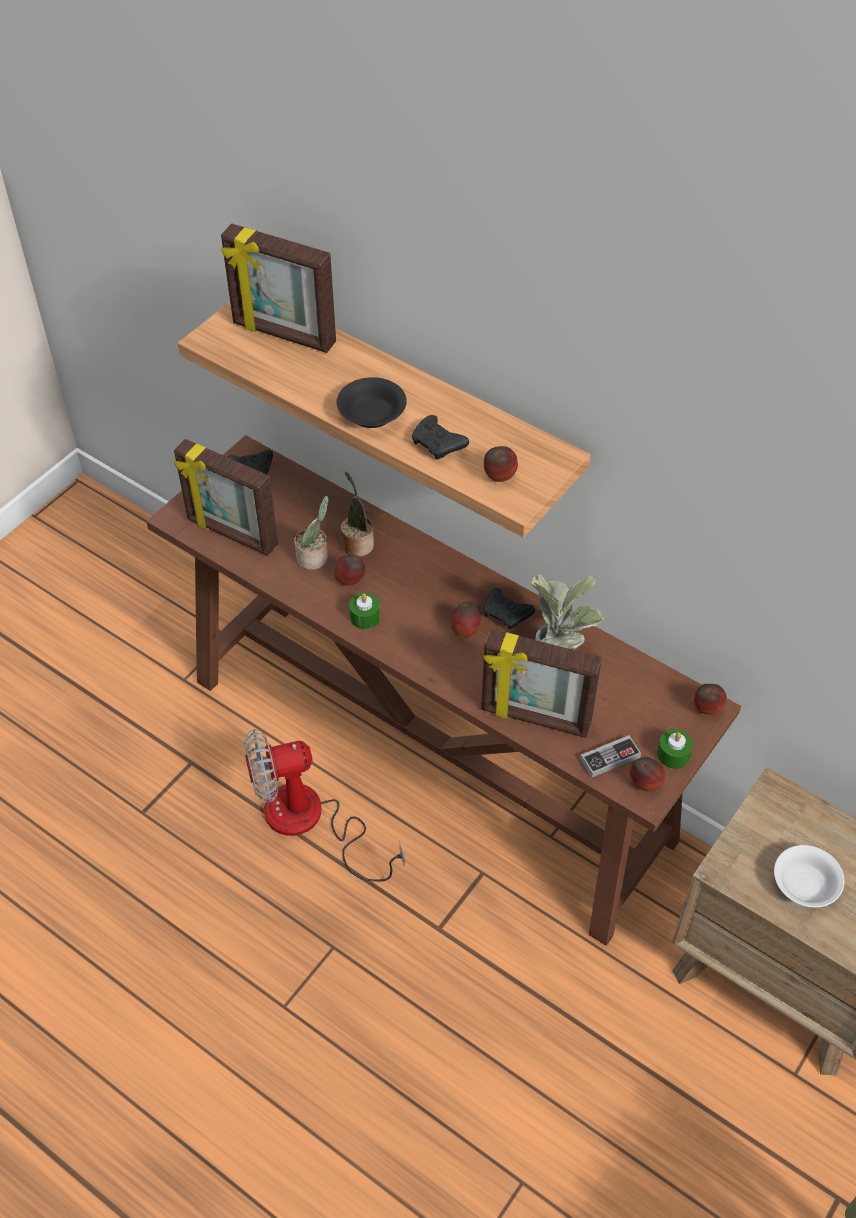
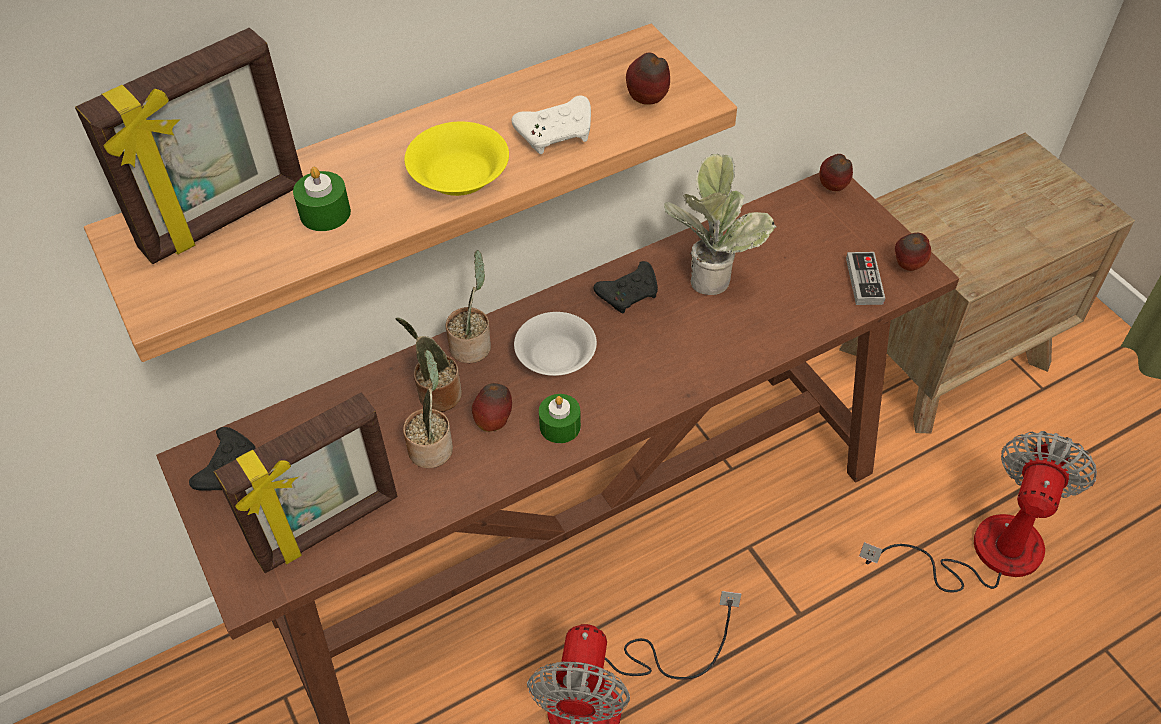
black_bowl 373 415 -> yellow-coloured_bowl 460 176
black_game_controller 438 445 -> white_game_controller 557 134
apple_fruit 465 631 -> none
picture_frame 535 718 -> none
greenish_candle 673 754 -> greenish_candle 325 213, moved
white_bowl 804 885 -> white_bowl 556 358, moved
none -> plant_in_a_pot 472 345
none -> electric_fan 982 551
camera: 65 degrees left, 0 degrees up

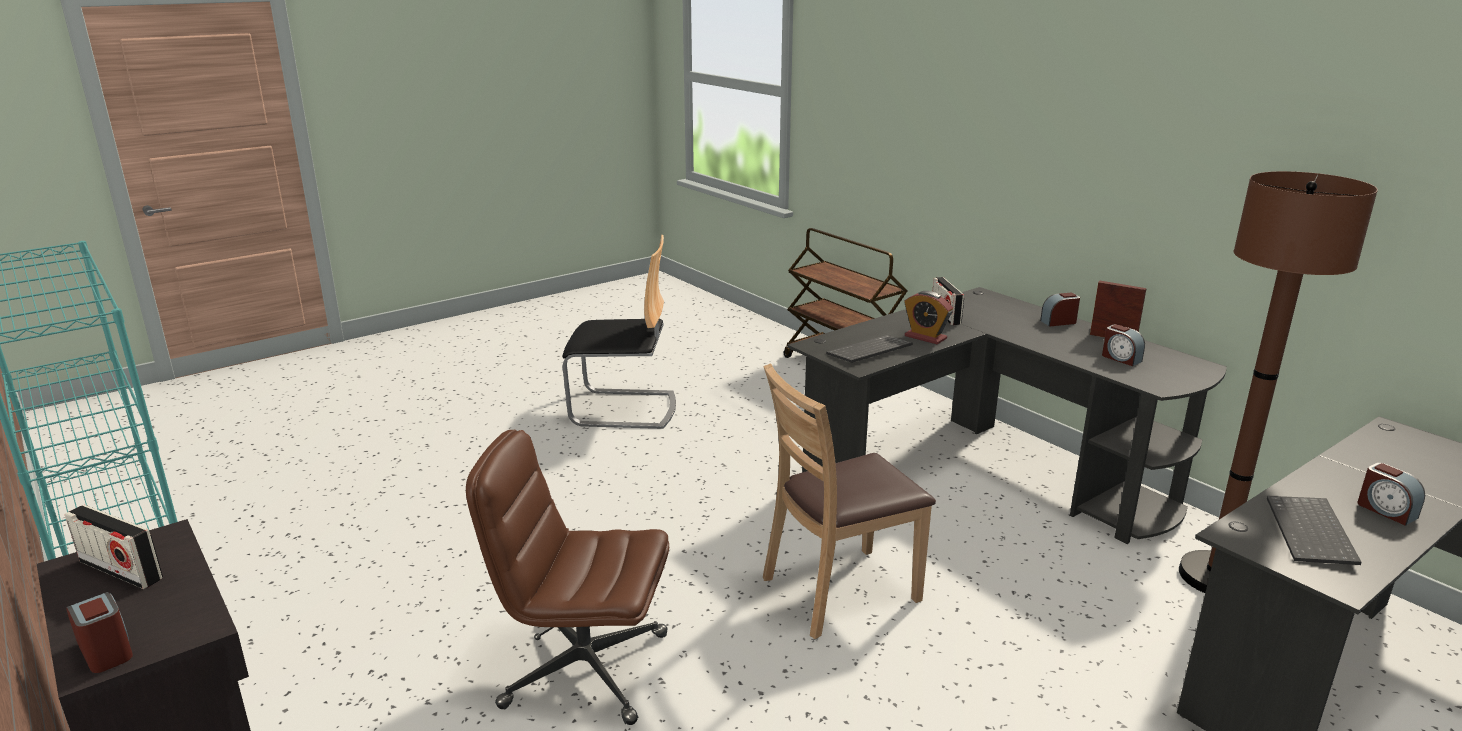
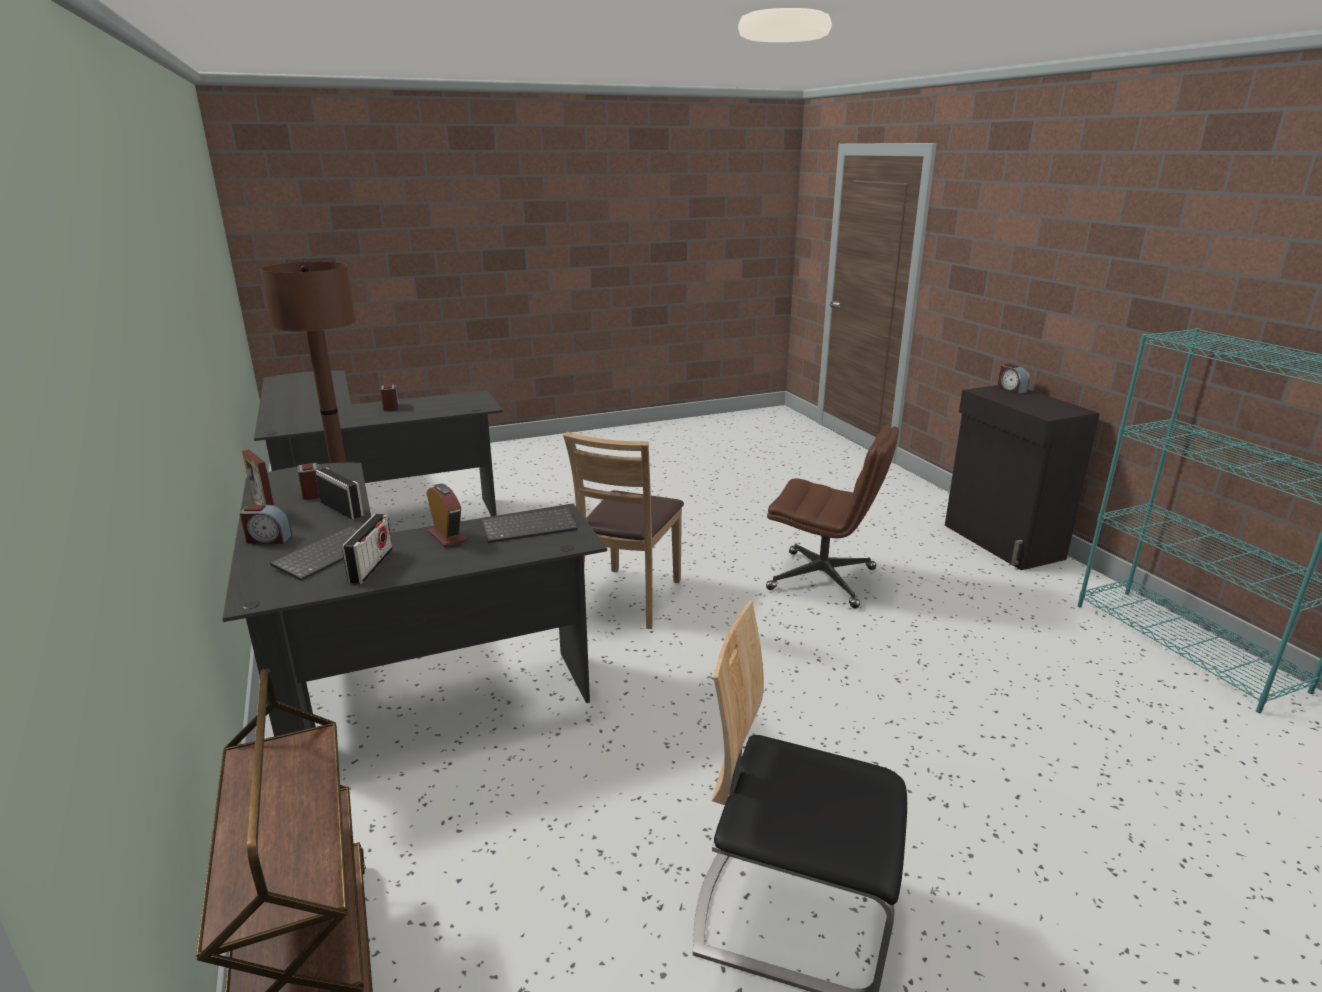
brown_plain_chair 839 591 -> brown_plain_chair 628 598, 120 degrees clockwise
computer_keyboard 1313 533 -> computer_keyboard 327 554, moved
radio_set 121 570 -> radio_set 342 509, moved
camera: 165 degrees left, 0 degrees up

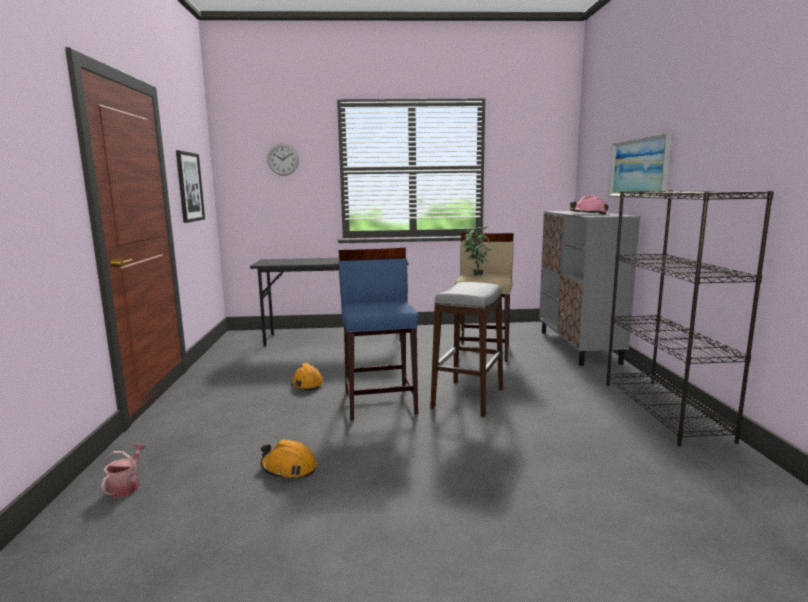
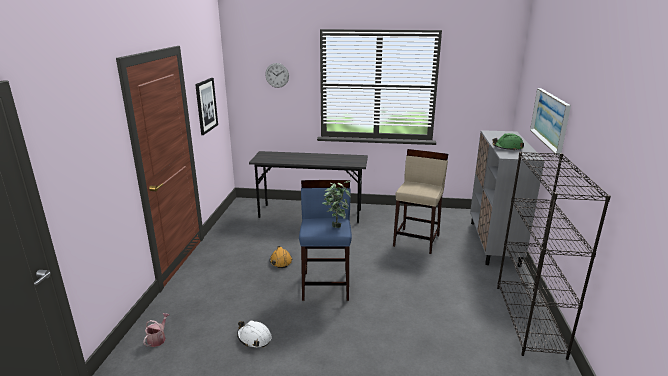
pinkish_work_helmet 588 214 -> greenish_work_helmet 507 148
plant_in_a_pot 476 275 -> plant_in_a_pot 336 224, moved
greyish_stool_seat 468 398 -> none
orange_work_helmet 289 468 -> white_work_helmet 254 338
camera: 10 degrees right, 10 degrees up

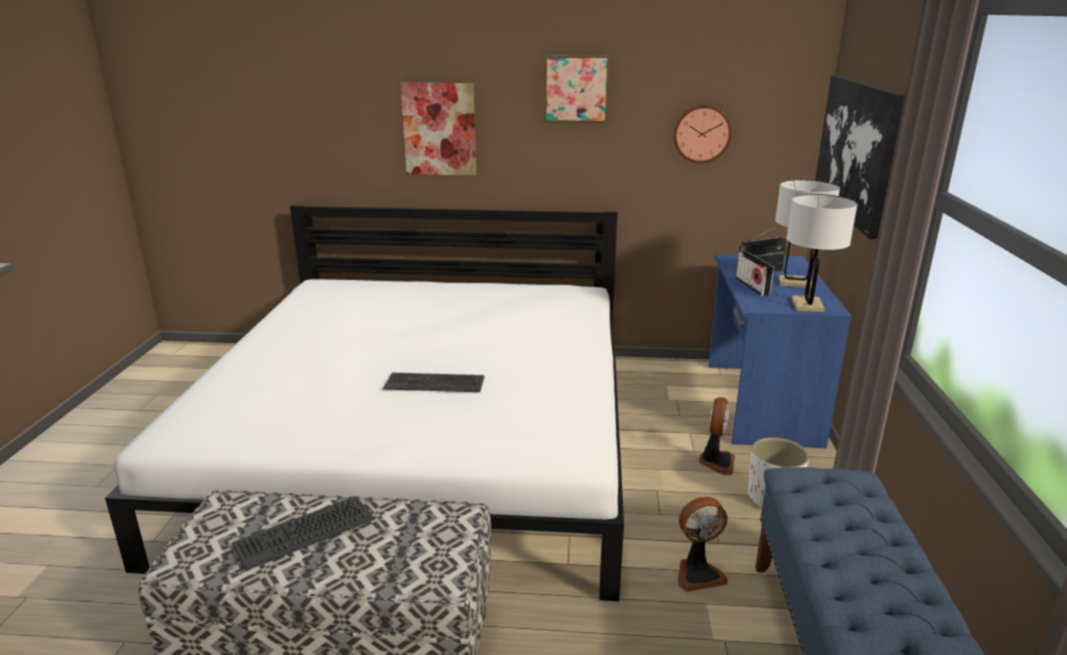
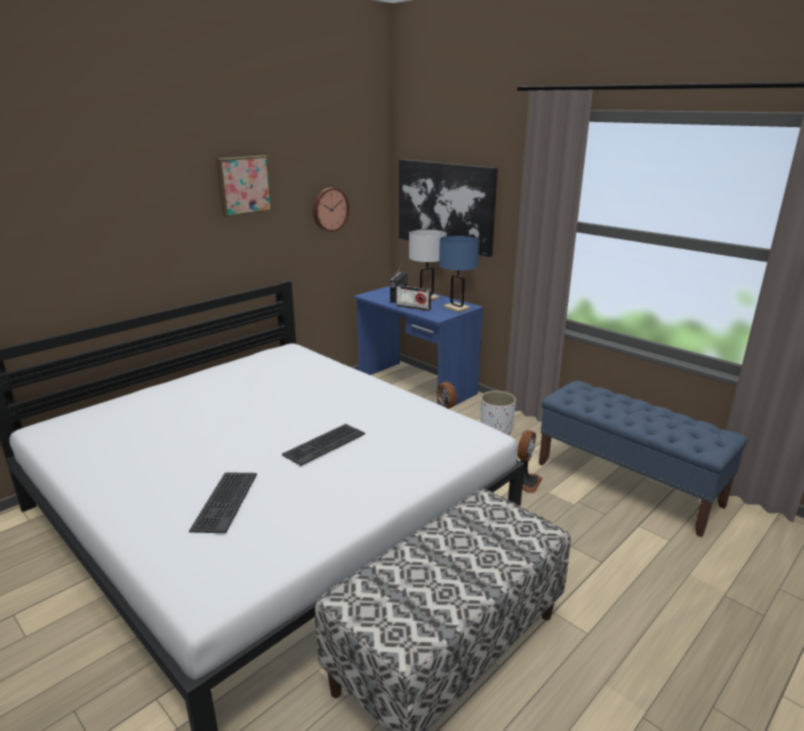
wall_picture 439 129 -> none
white_tabletop_lamp 807 305 -> blue-coloured_tabletop_lamp 456 308
computer_keyboard 304 531 -> computer_keyboard 224 502, moved
camera: 50 degrees left, 0 degrees up

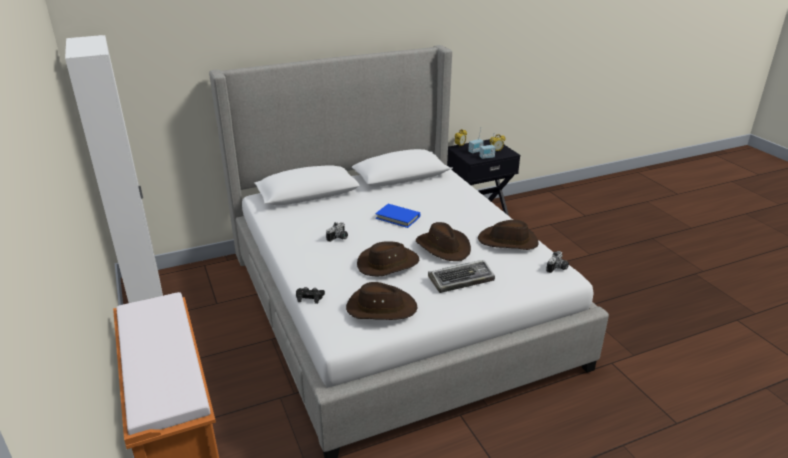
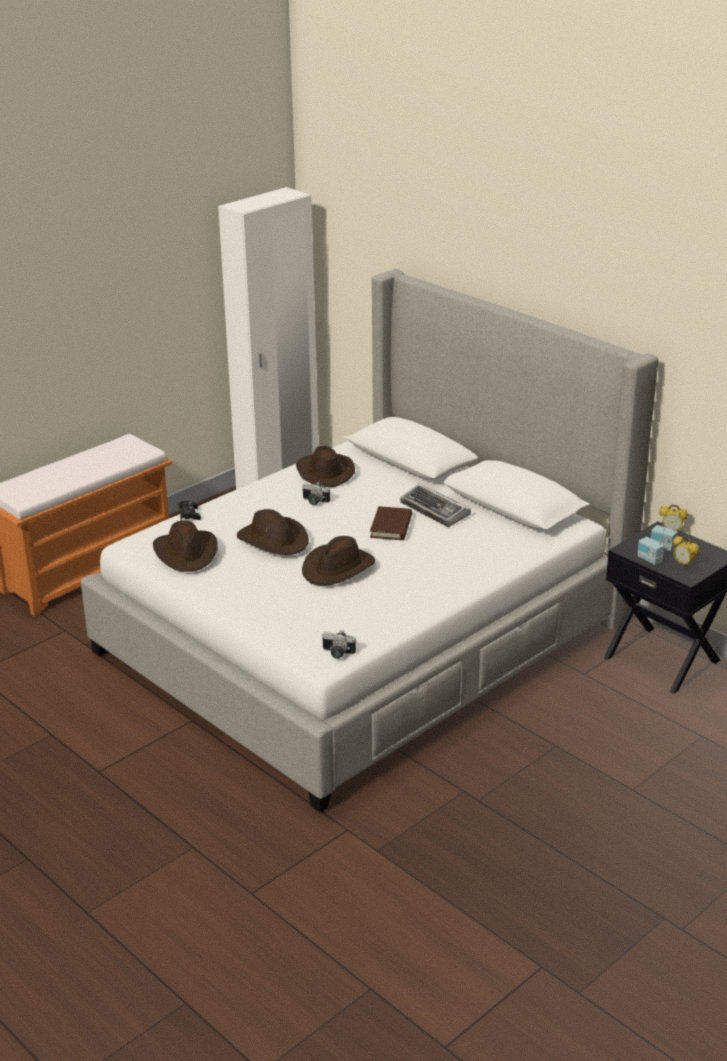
blue-coloured_volume 398 217 -> brown_volume 391 526
brown_hat 508 241 -> brown_hat 324 472, moved
computer_keyboard 461 279 -> computer_keyboard 436 510, moved
camera: 70 degrees right, 0 degrees up

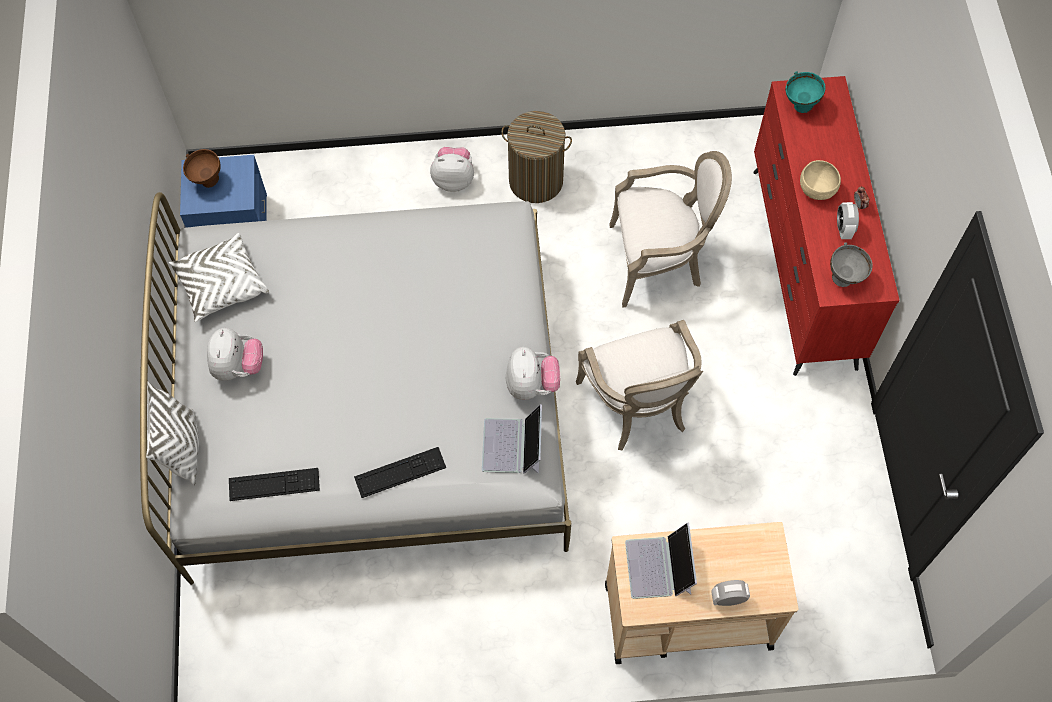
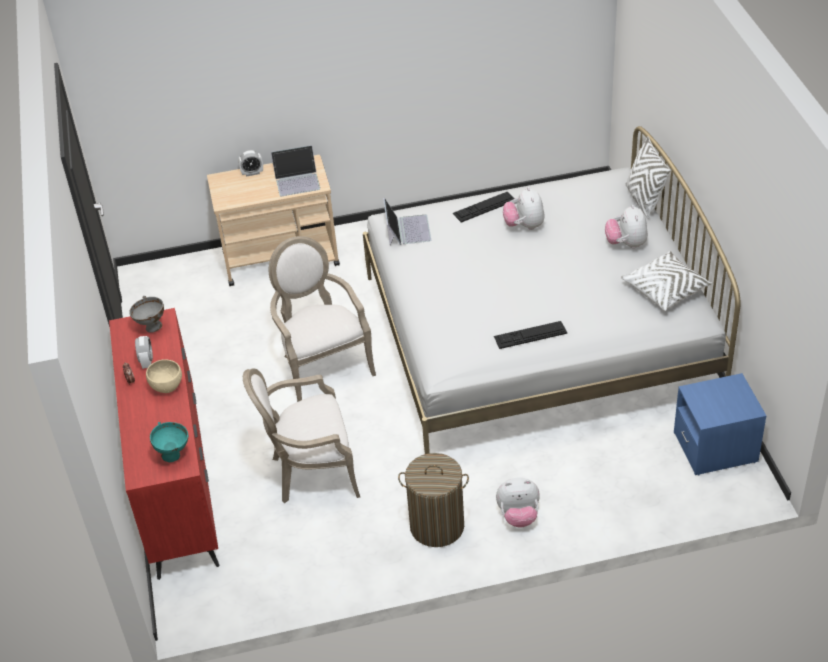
brown_bowl 208 181 -> none
cuddly_toy 531 385 -> cuddly_toy 524 226, moved
computer_keyboard 274 484 -> computer_keyboard 530 335, moved
portable_computer 659 567 -> portable_computer 297 180, 90 degrees clockwise
camera: 175 degrees right, 20 degrees down

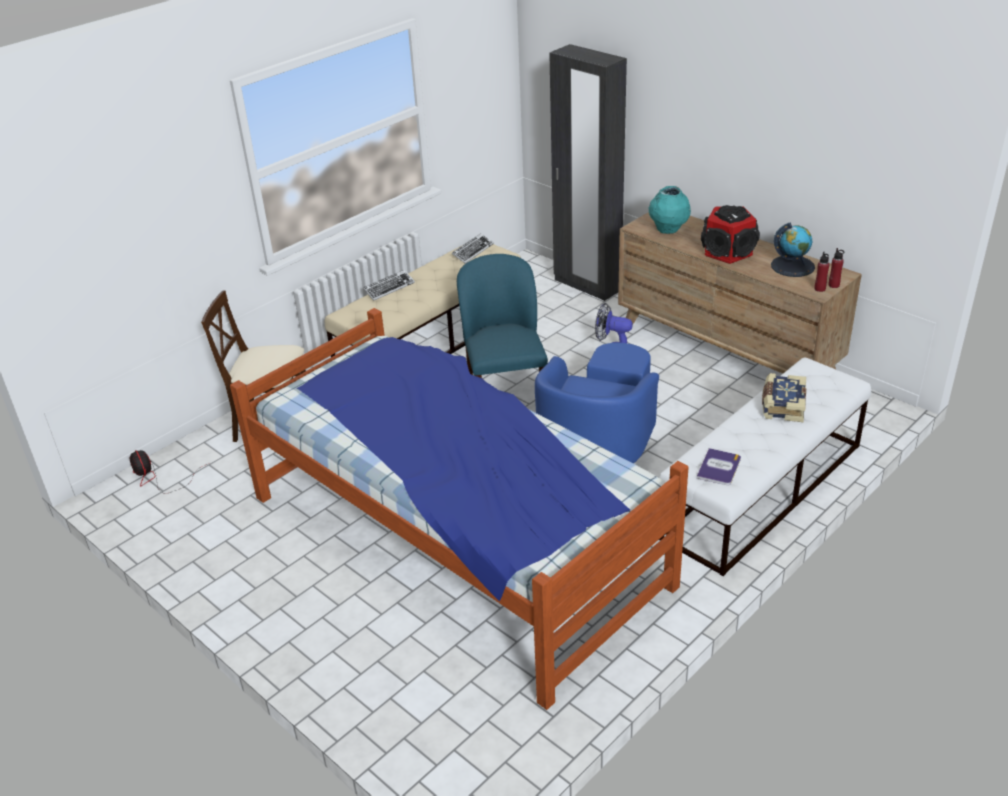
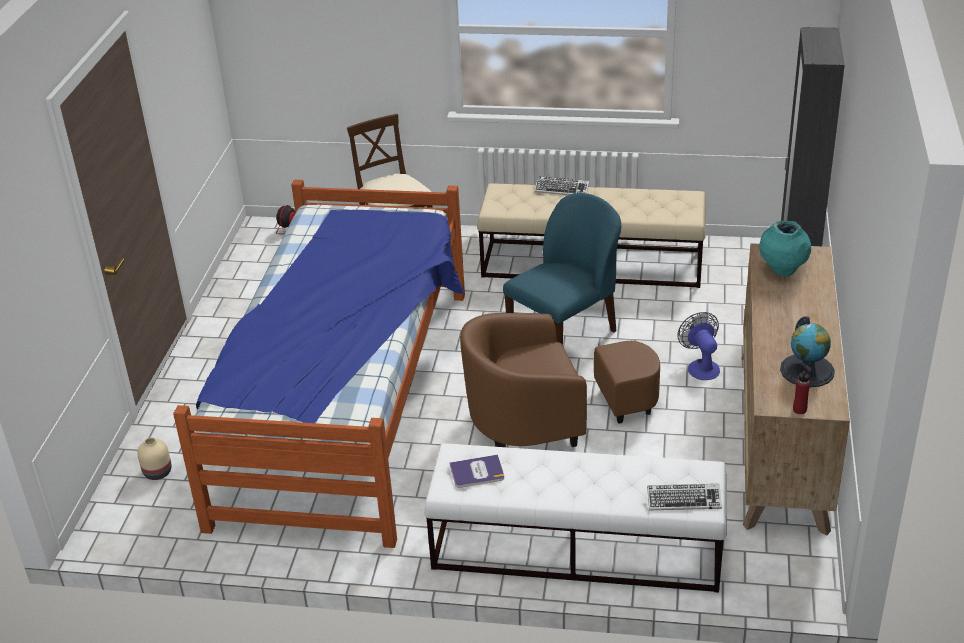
audio_speaker 728 252 -> none
computer_keyboard 472 251 -> computer_keyboard 684 500, moved
reddish_bottle 820 289 -> none
blue-coloured_armchair 599 440 -> brown_armchair 549 419
volume 782 405 -> none
none -> beige_decorative_vase 157 472
camera: 55 degrees right, 0 degrees up

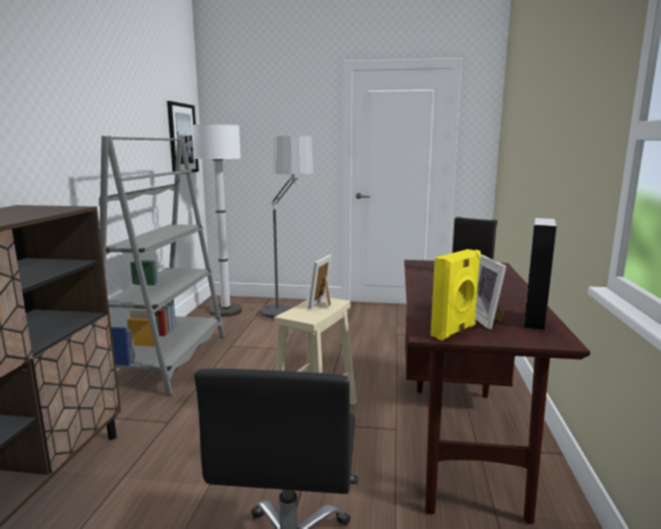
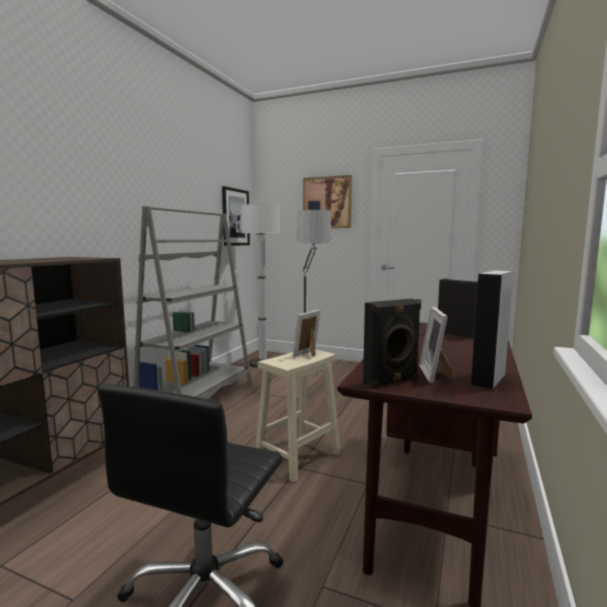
yellow-coloured_audio_speaker 454 331 -> black_audio_speaker 392 381
none -> wall_picture 327 202
camera: 15 degrees right, 5 degrees down

